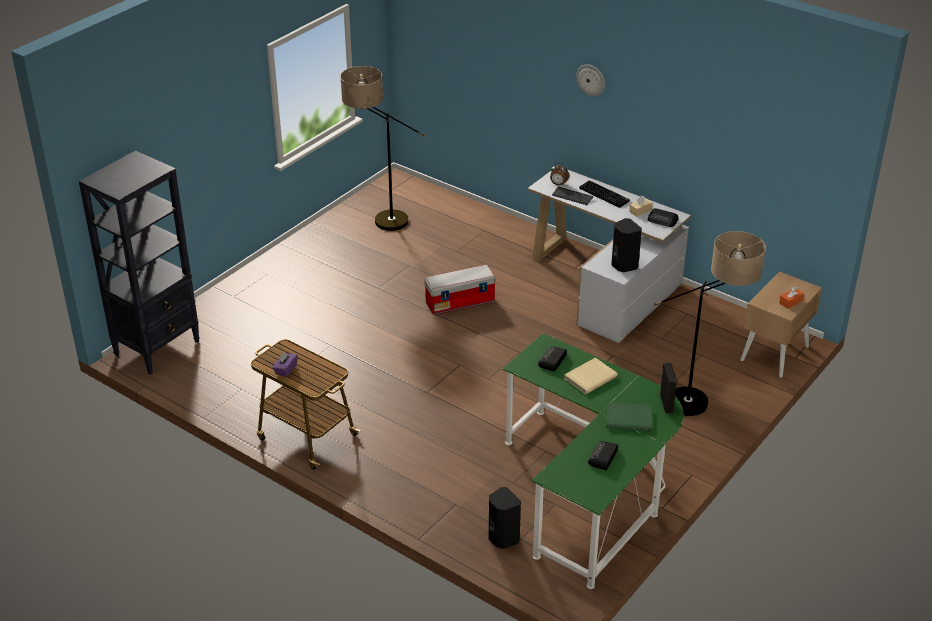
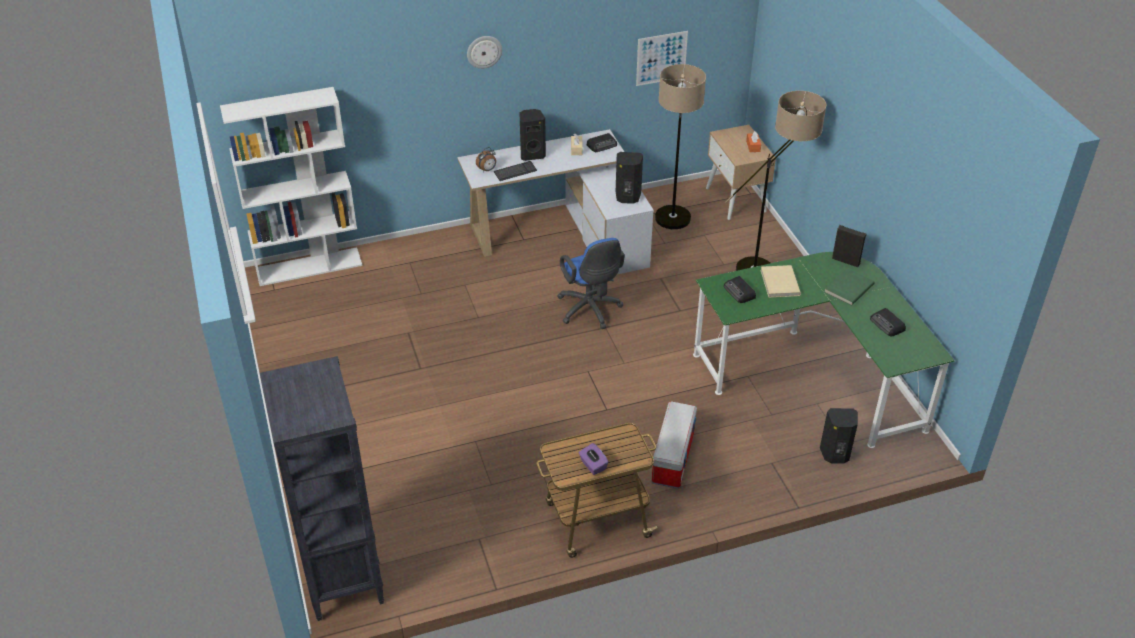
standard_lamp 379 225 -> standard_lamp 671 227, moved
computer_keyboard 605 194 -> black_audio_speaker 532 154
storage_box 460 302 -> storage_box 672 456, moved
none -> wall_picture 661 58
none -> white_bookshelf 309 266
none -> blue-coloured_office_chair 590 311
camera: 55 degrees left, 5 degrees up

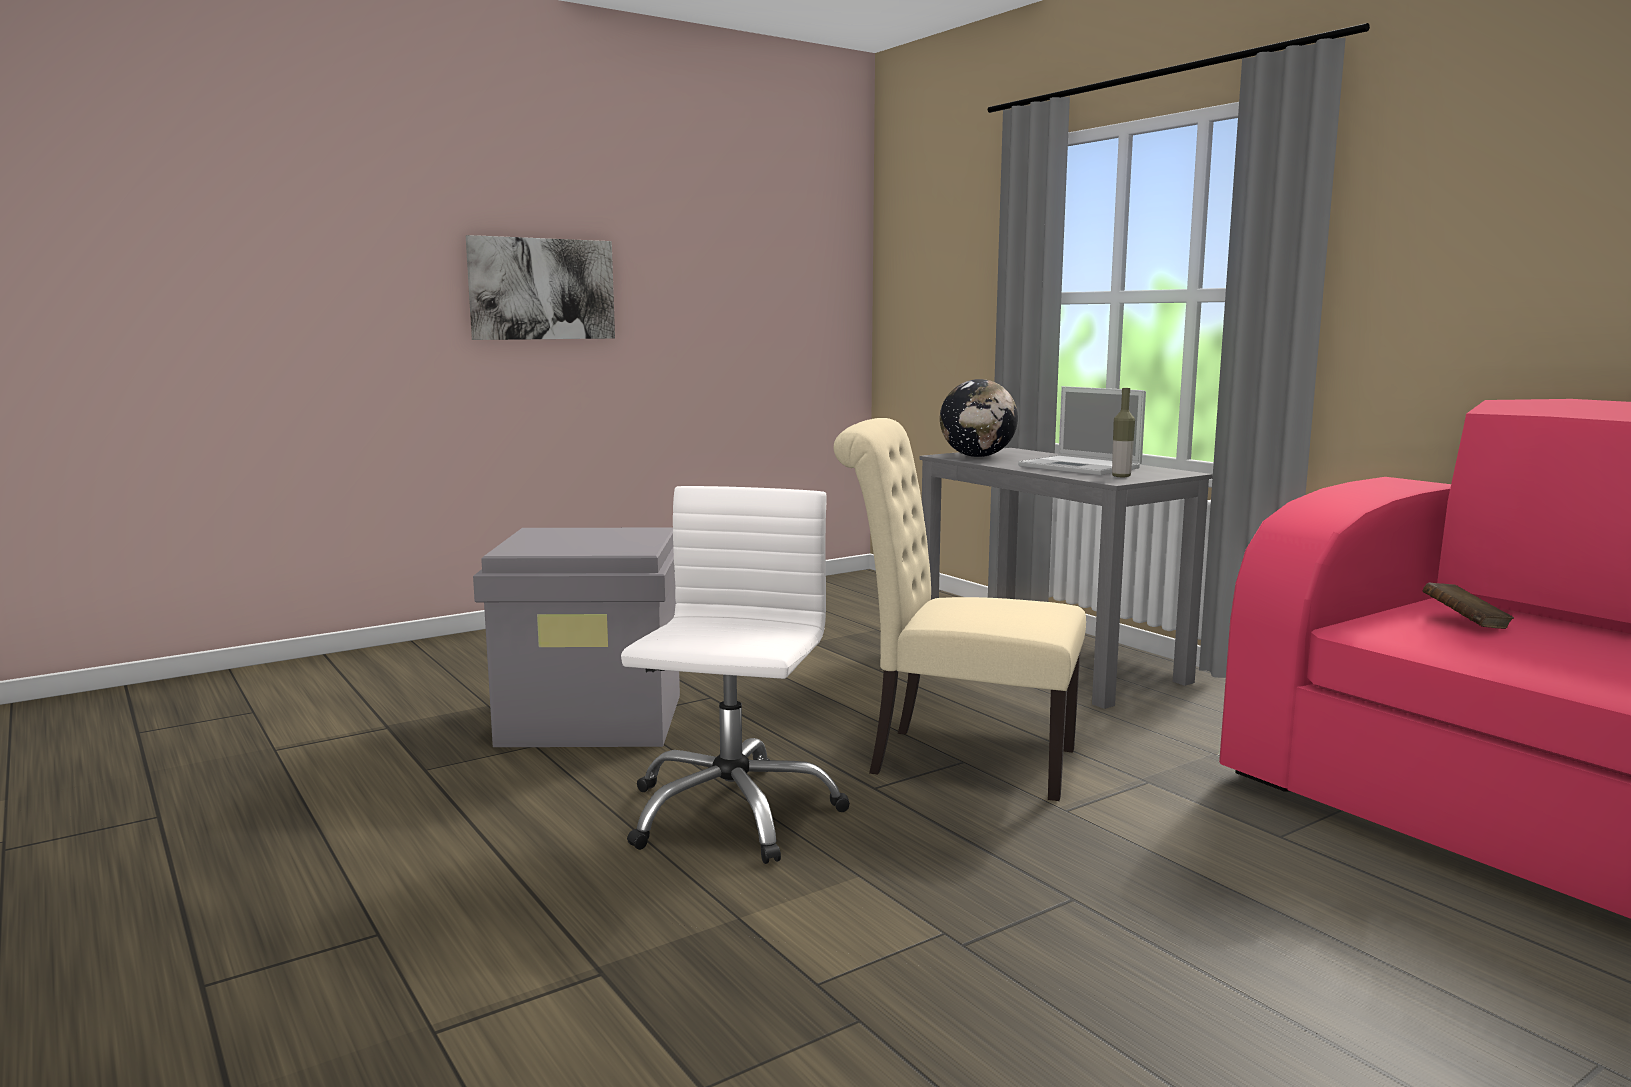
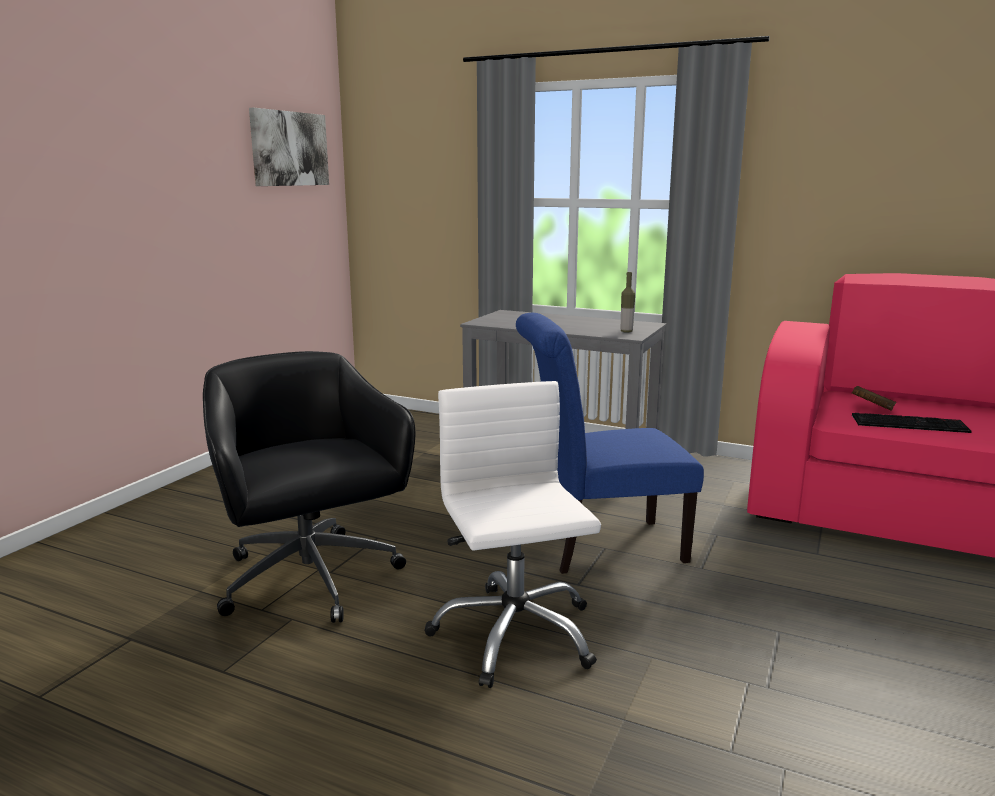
wall_picture 541 289 -> wall_picture 289 149, moved
globe 977 456 -> none
portable_computer 1081 467 -> none
beige_plain_chair 959 760 -> blue-coloured_plain_chair 600 547
greyish_storage_box 594 719 -> black_office_chair 311 581
none -> computer_keyboard 910 423
camera: 30 degrees left, 5 degrees up

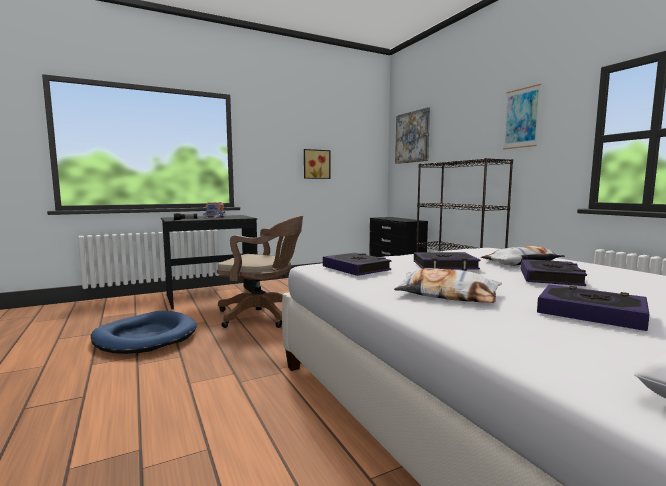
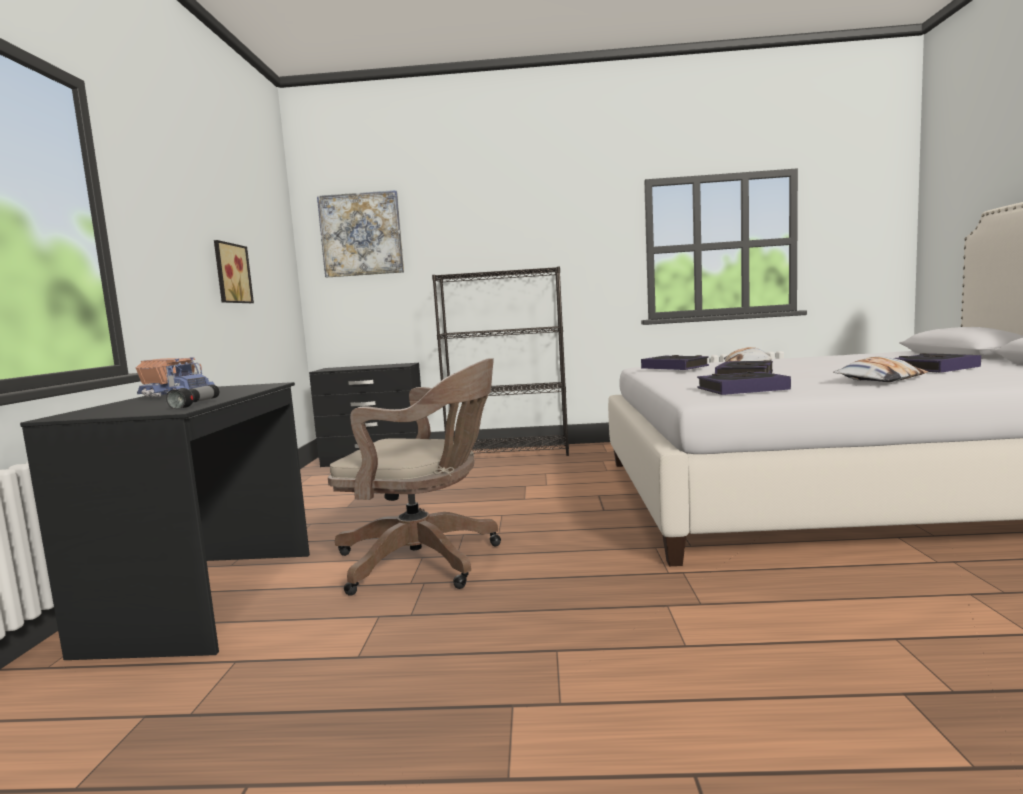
wall_picture 521 118 -> none
brown_office_chair 263 316 -> brown_office_chair 426 561, 60 degrees clockwise
volume 550 277 -> volume 674 367, moved
blue-coloured_dog_cushion 145 337 -> none
camera: 60 degrees left, 0 degrees up

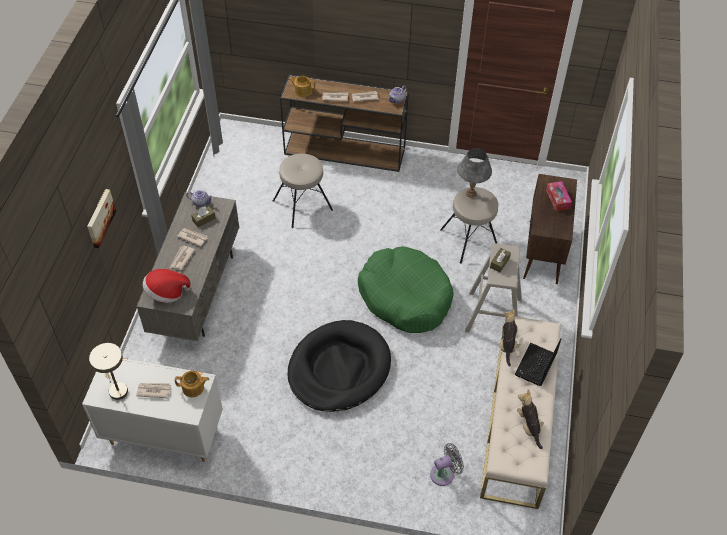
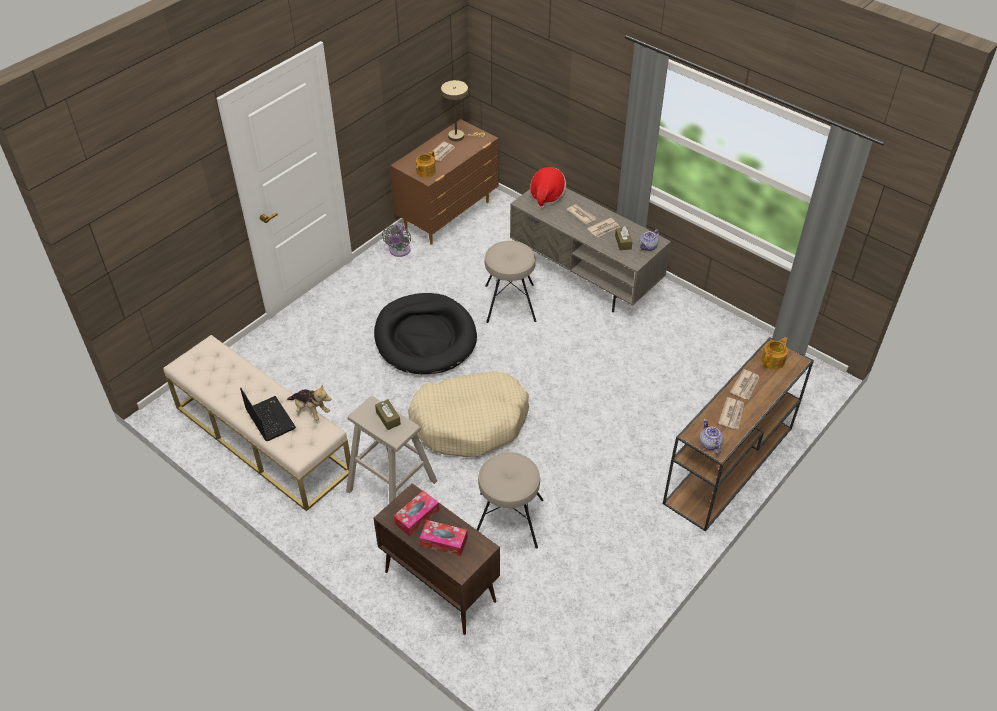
greyish_tabletop_lamp 471 193 -> none
beige_stool_seat 303 205 -> beige_stool_seat 509 303, moved
wall_picture 99 218 -> none
greenish_dog_cushion 405 297 -> beige_dog_cushion 470 422
white_drawer_chest 163 434 -> brown_drawer_chest 448 215
cuddly_toy 529 426 -> none
greyish_electric_fan 444 474 -> greyish_electric_fan 399 251, moved
none -> box_of_tissues 416 517
camera: 120 degrees right, 5 degrees down

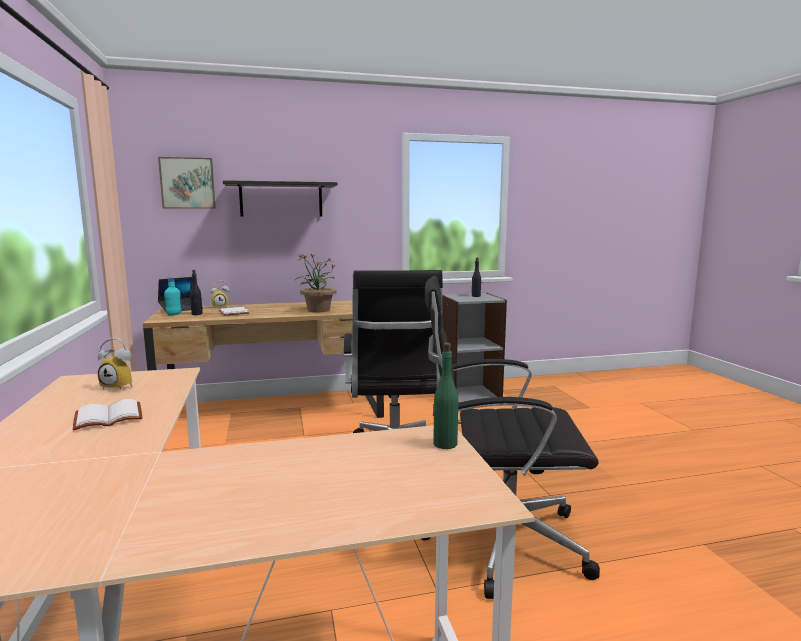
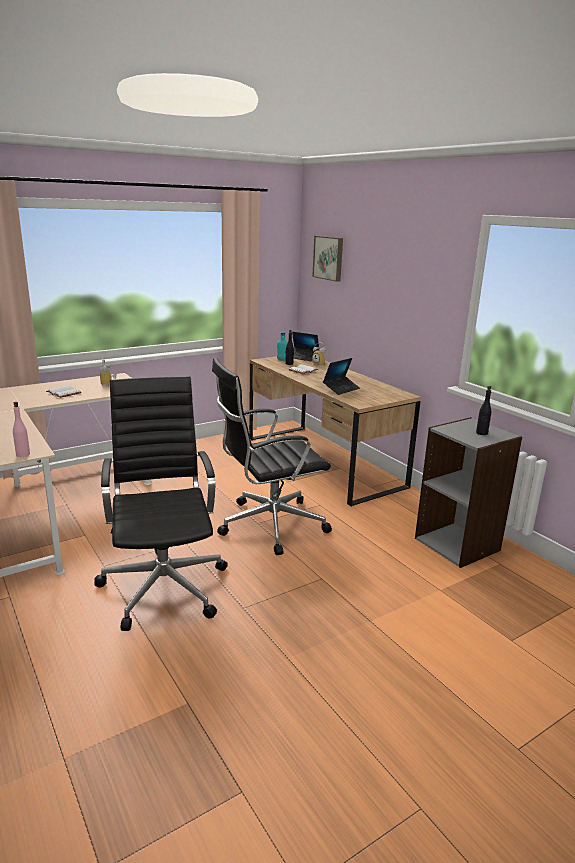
bracket_shelf 281 200 -> none
plant_in_a_pot 318 310 -> portable_computer 341 389
greenish_bottle 444 444 -> pinkish_bottle 23 454
camera: 70 degrees right, 10 degrees up

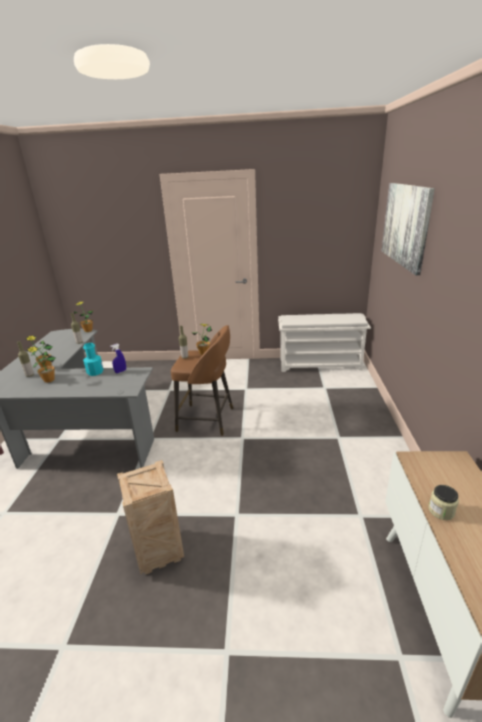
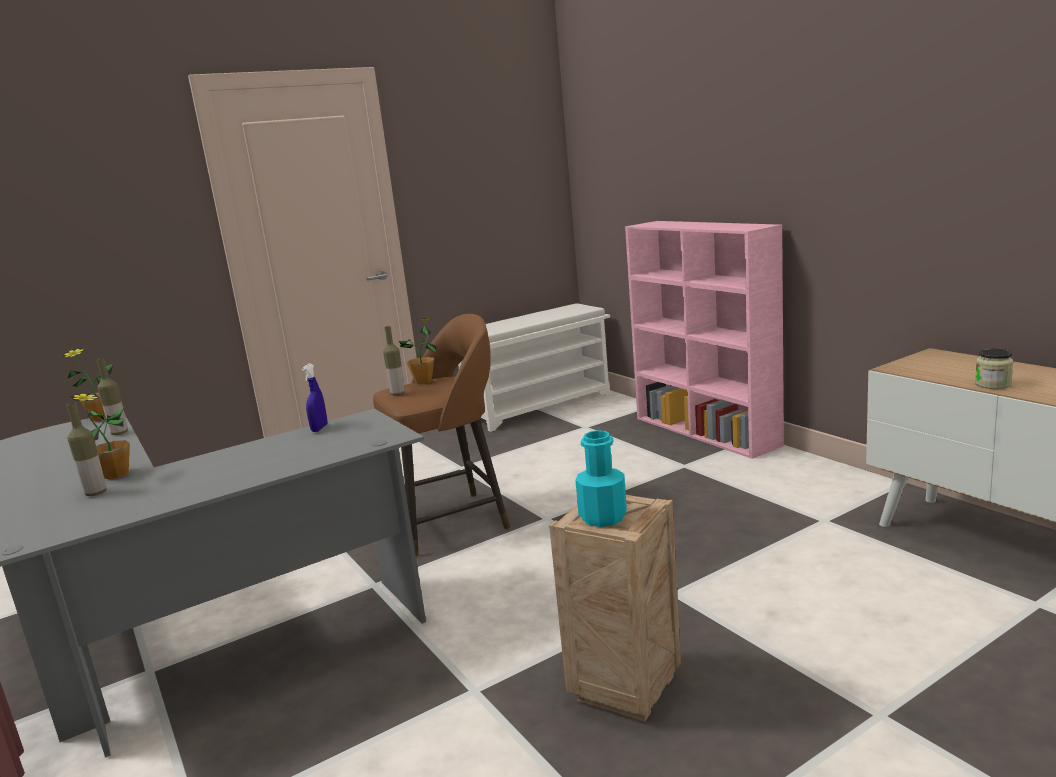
wall_picture 405 225 -> none
turquoise_bottle 95 372 -> turquoise_bottle 603 517, moved
plant_in_a_pot 49 380 -> none
none -> pinkish_bookshelf 707 432
camera: 35 degrees left, 10 degrees down

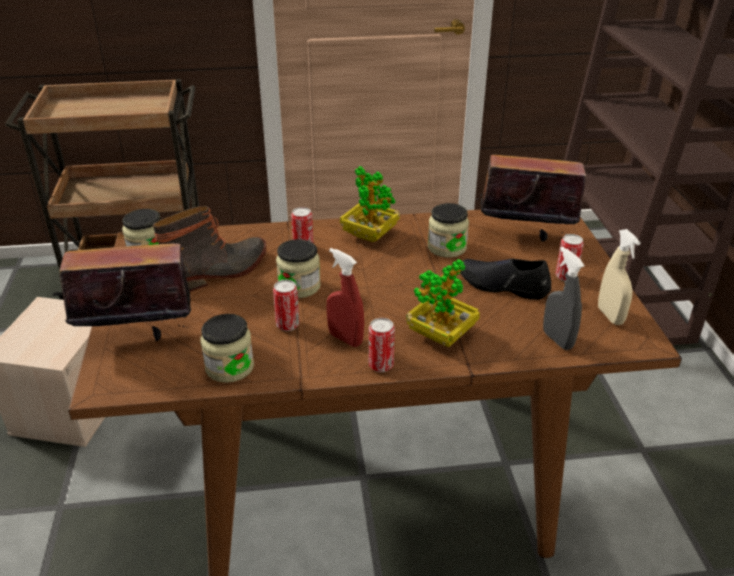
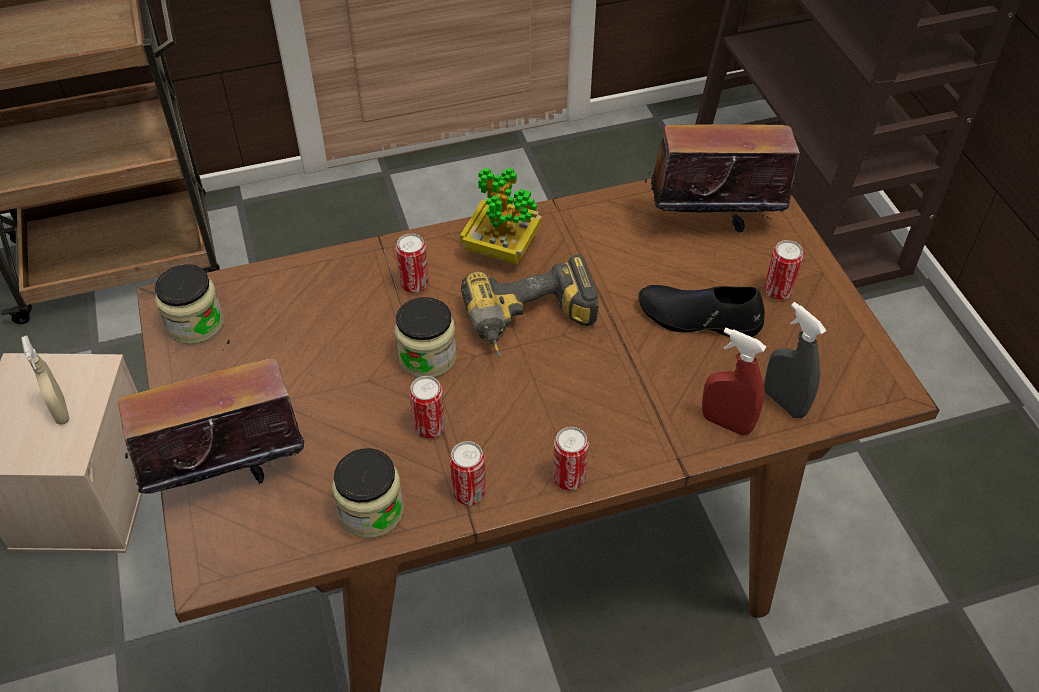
jar 447 247 -> none
high-top_boot 218 272 -> none
beige_hand_sprayer 610 316 -> beige_hand_sprayer 61 411, moved
reddish_hand_sprayer 345 339 -> reddish_hand_sprayer 726 423, moved
plant_in_a_pot 441 335 -> none
none -> electric_drill 531 325
none -> metal_can 469 493
camera: 10 degrees left, 15 degrees up

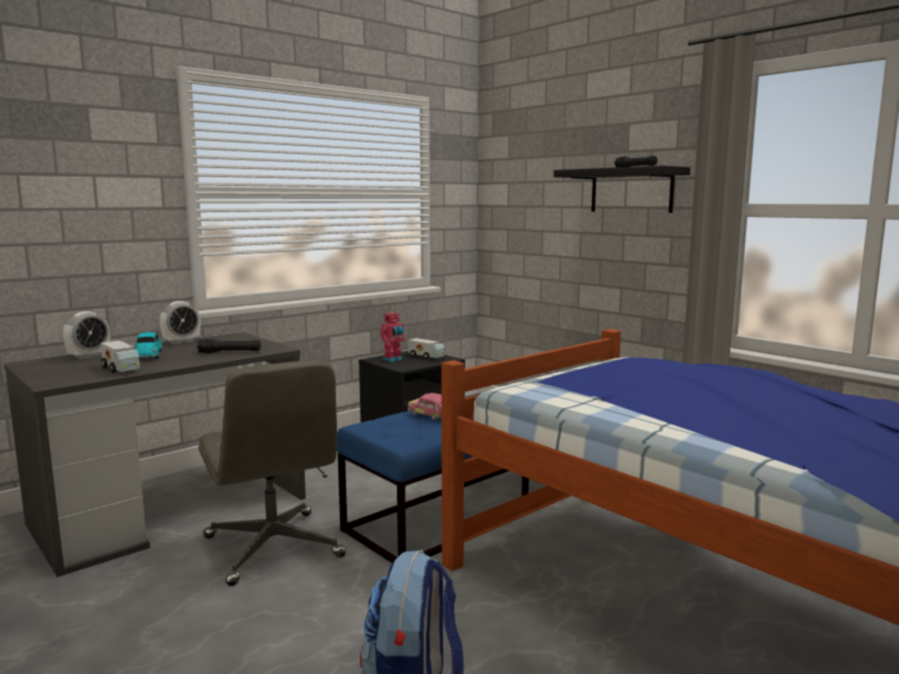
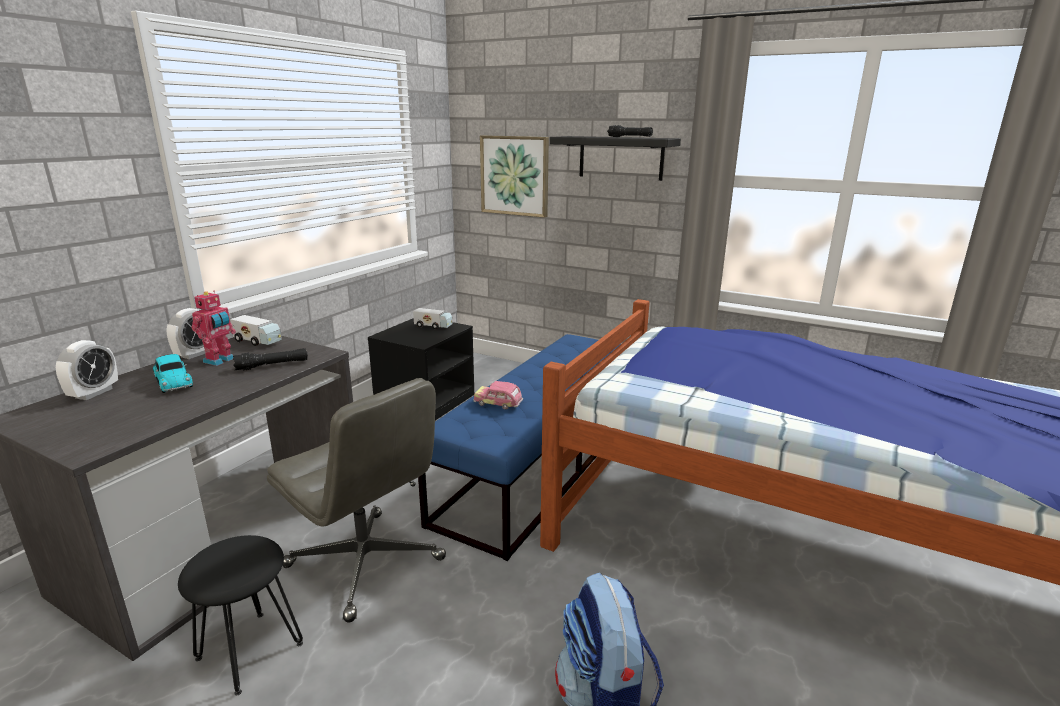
model_robot 393 359 -> model_robot 220 361, moved
toy_lorry 121 369 -> toy_lorry 258 341, moved
none -> wall_picture 515 175
none -> black_stool_seat 249 650
camera: 20 degrees left, 10 degrees up

